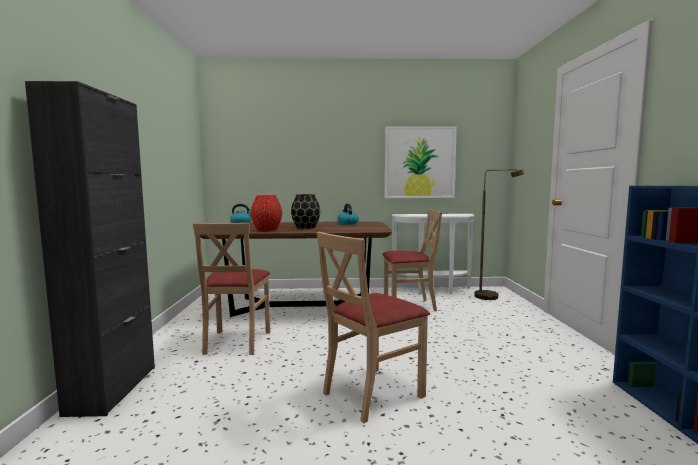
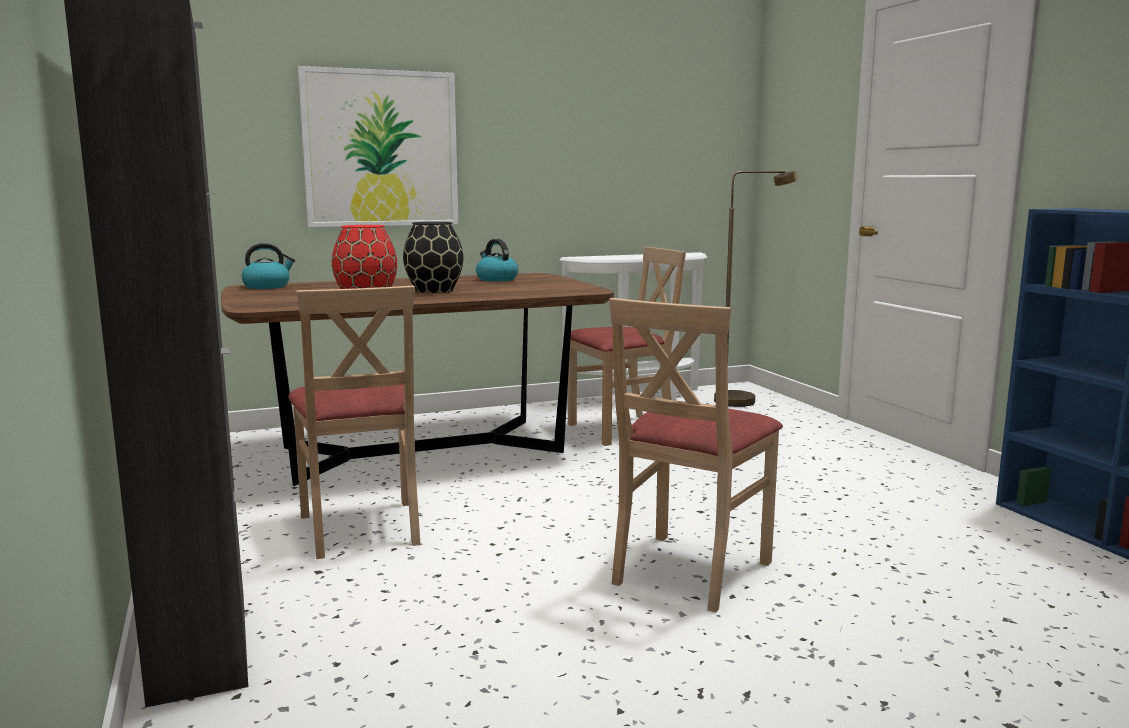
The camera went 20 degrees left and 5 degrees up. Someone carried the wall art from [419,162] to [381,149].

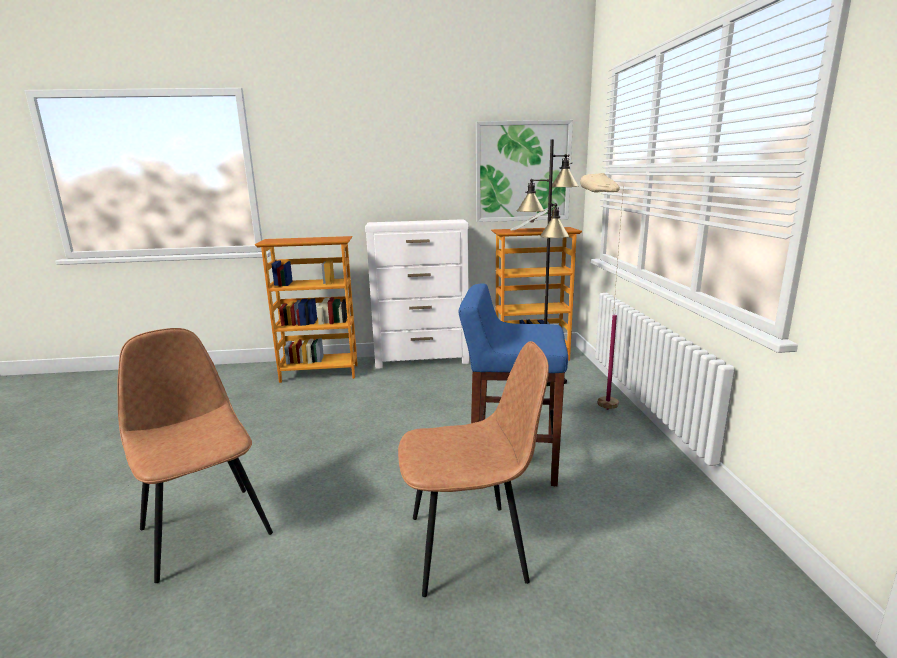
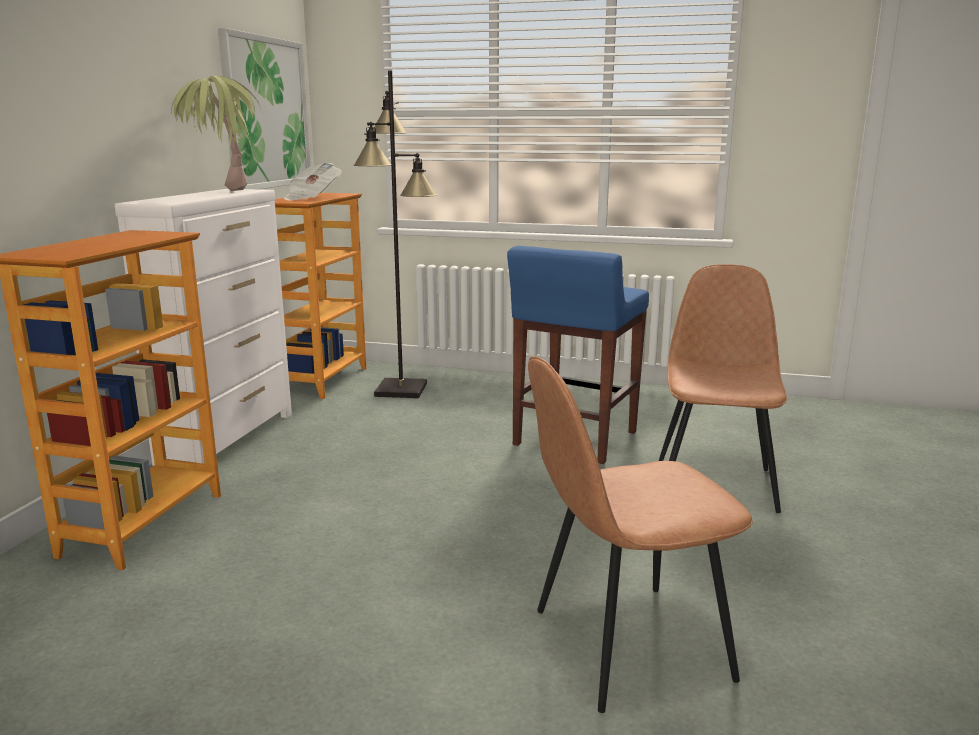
The camera went 70 degrees left and 0 degrees up. Someone put down the houseplant at [222,192]. Someone took away the beige-coloured standing lamp at [592,404].

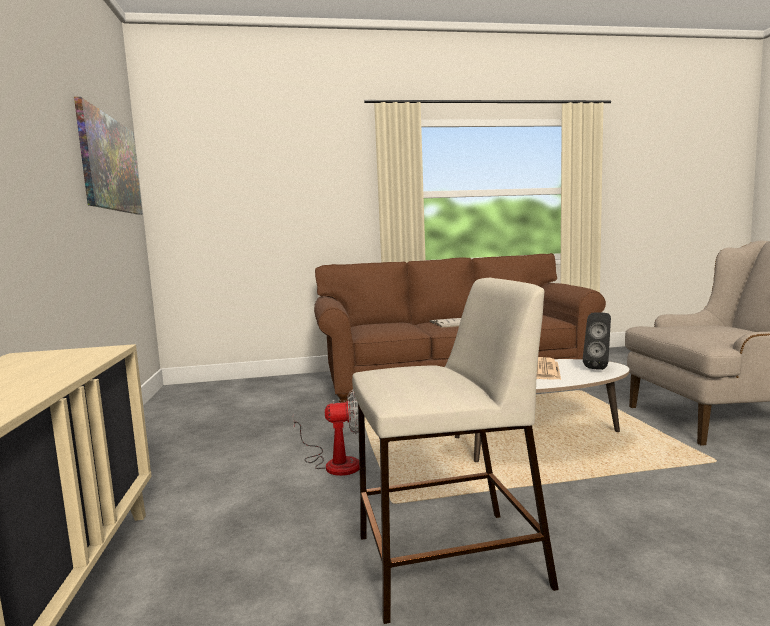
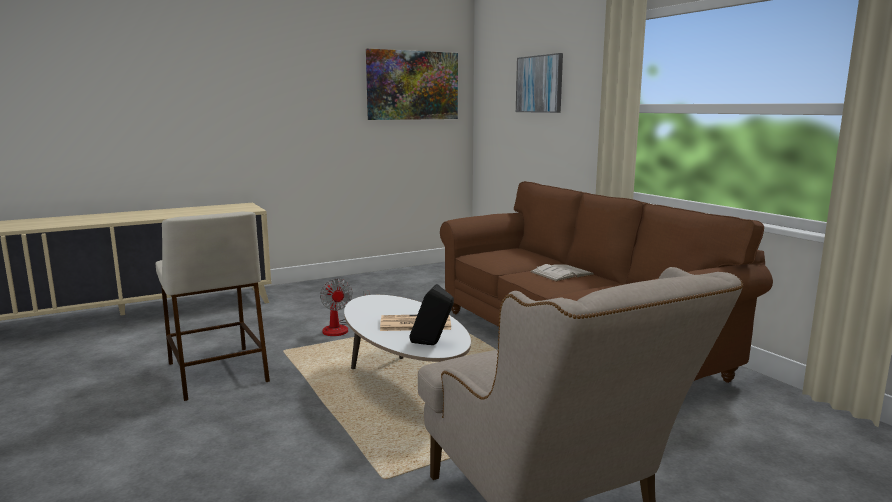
The camera went 70 degrees right and 5 degrees up. Someone put up the wall art at [539,84].

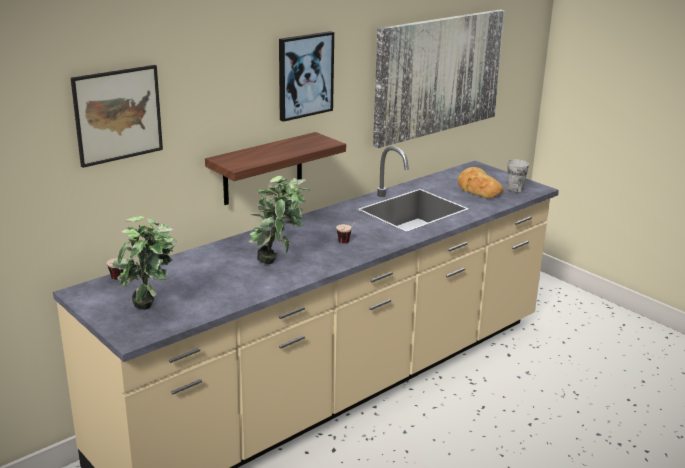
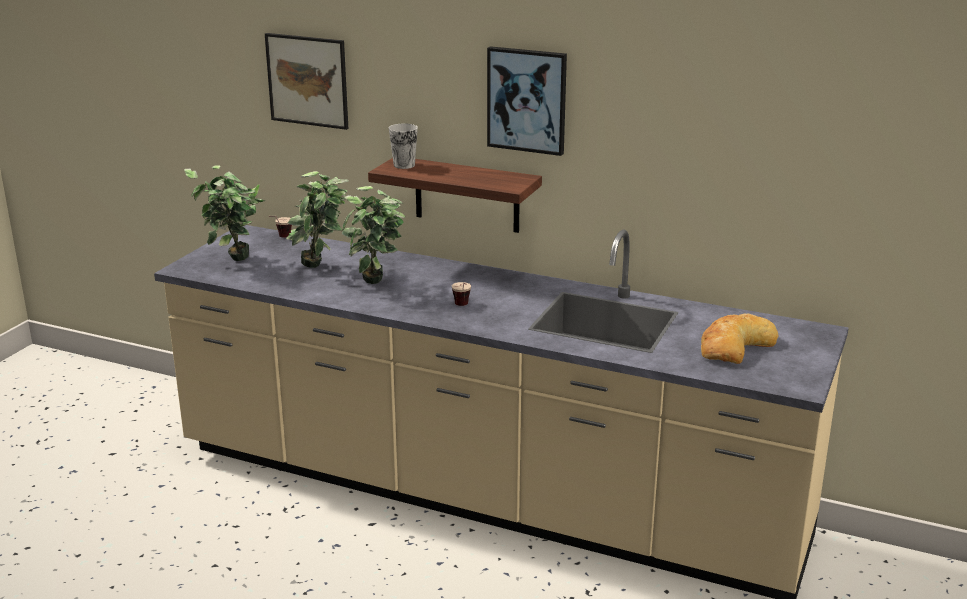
The camera went 65 degrees right and 0 degrees up. Someone put down the houseplant at [322,268]. Someone carried the drinking cup from [515,189] to [404,165]. Someone took away the wall art at [438,75].

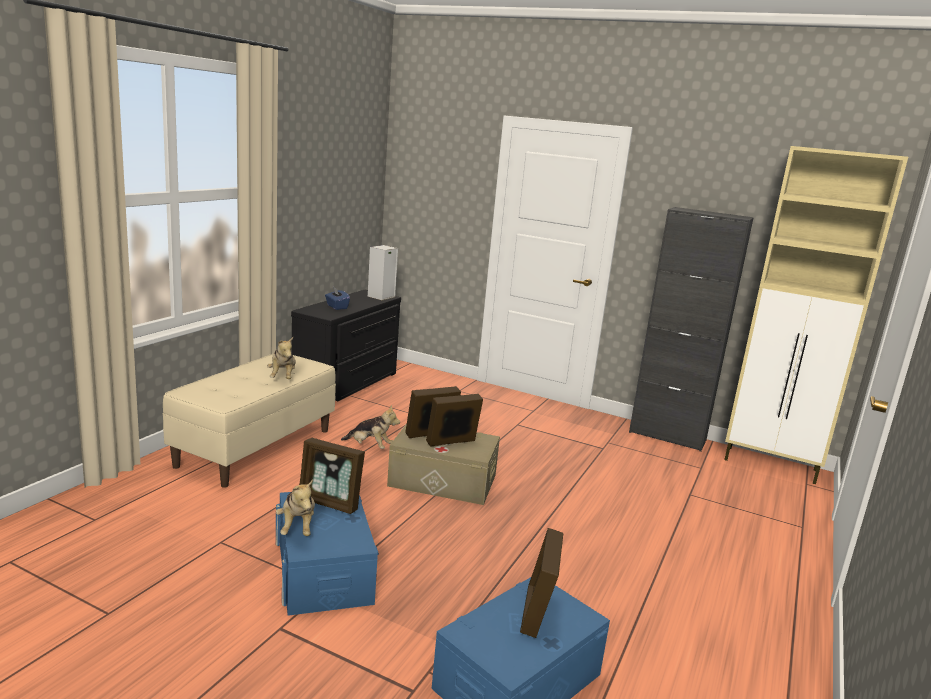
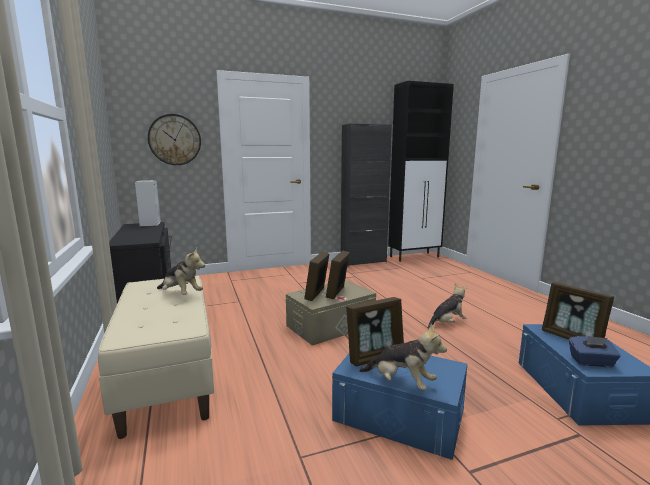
The camera went 45 degrees left and 5 degrees down. Someone put up the clock on the wall at [175,140]. Someone repainted the beige-coloured cabinet at [771,465], which became the black-coloured cabinet at [415,257]. Someone carried the soft toy from [370,446] to [447,323]. Someone carried the bluish tissue holder from [336,307] to [591,362].

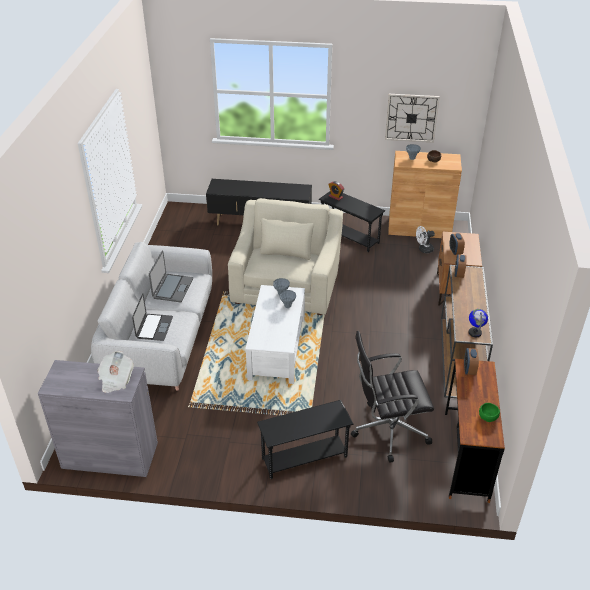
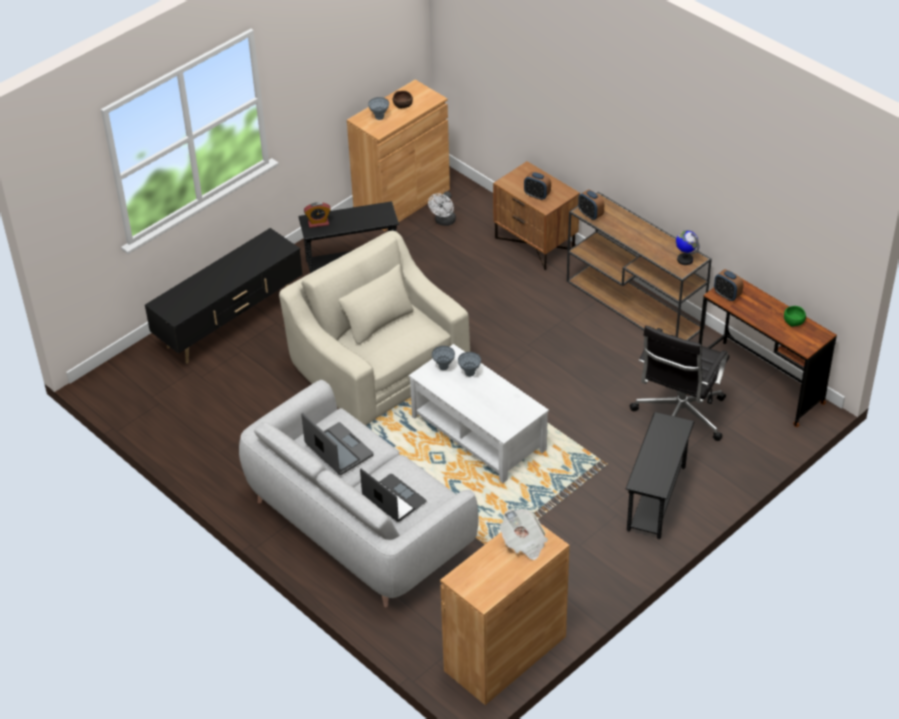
The camera went 50 degrees left and 5 degrees up. Someone repainted the greyish cabinet at [110,455], which became the brownish cabinet at [505,653]. Someone took away the clock on the wall at [411,118].

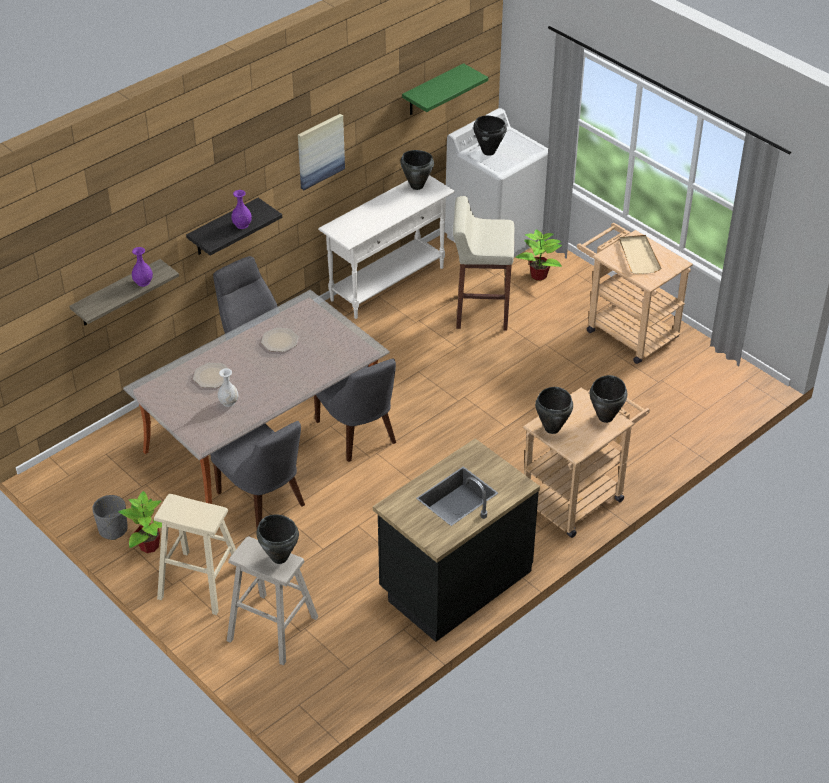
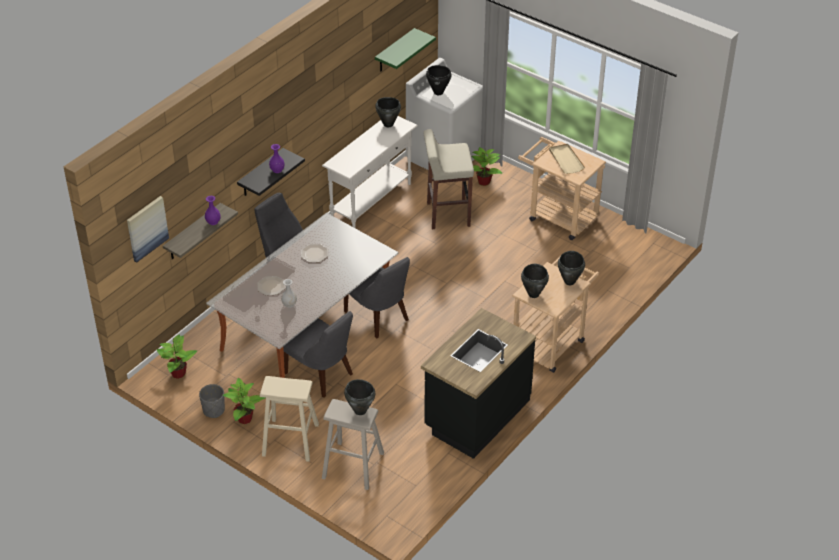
The camera went 10 degrees left and 0 degrees up. Someone carried the wall art from [320,151] to [147,228]. Someone put down the houseplant at [178,373].

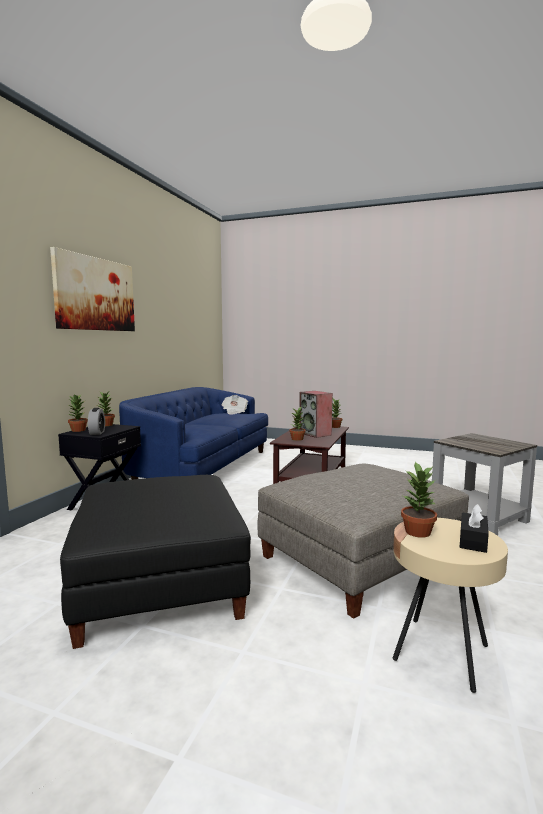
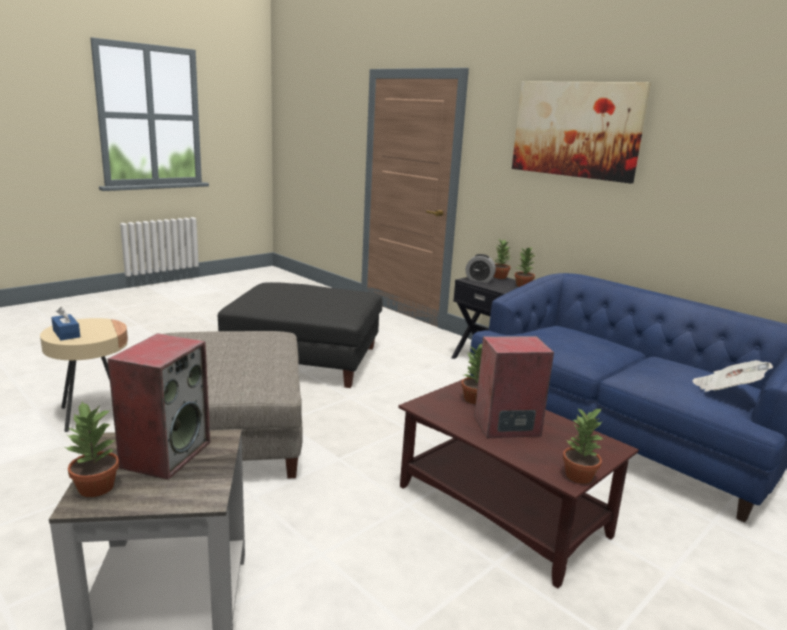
The camera went 115 degrees right and 10 degrees up. Someone repainted the black-coloured tissue holder at [473,540], which became the bluish tissue holder at [66,334]. Someone carried the houseplant from [418,532] to [96,488]. Someone put down the speaker at [166,454].

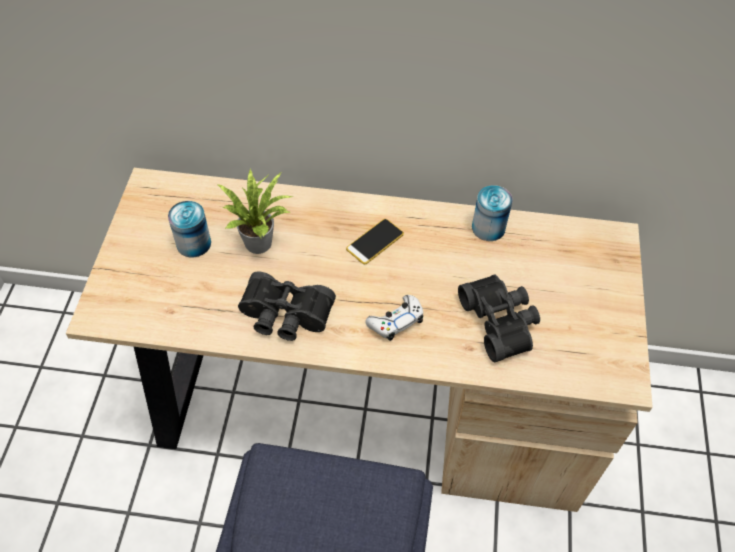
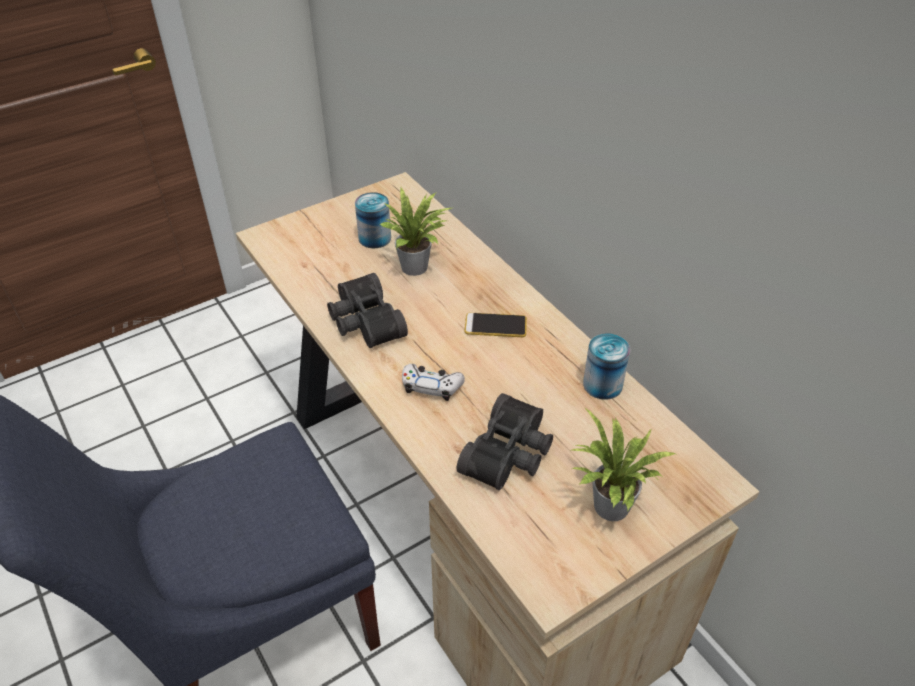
The camera went 50 degrees right and 10 degrees down. Someone put down the houseplant at [608,509].

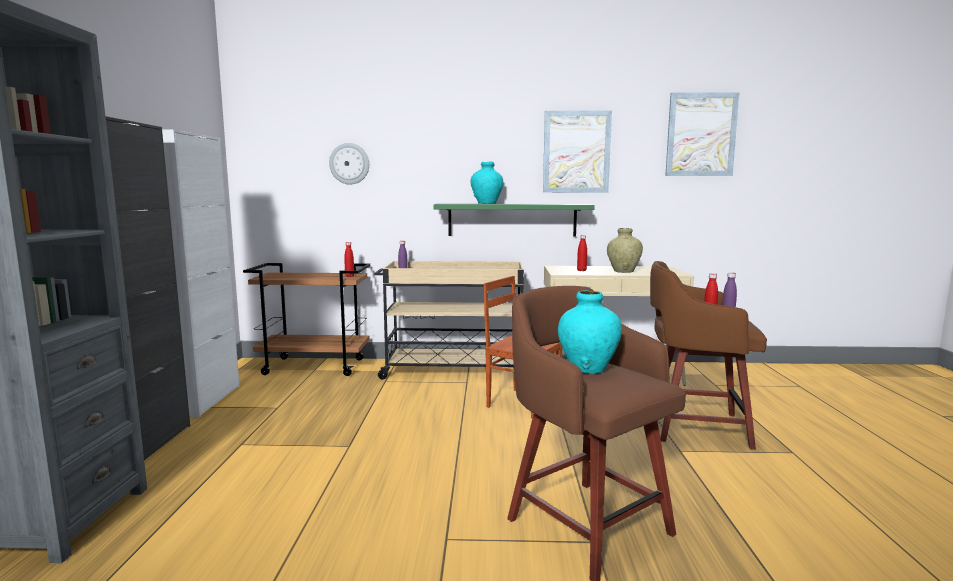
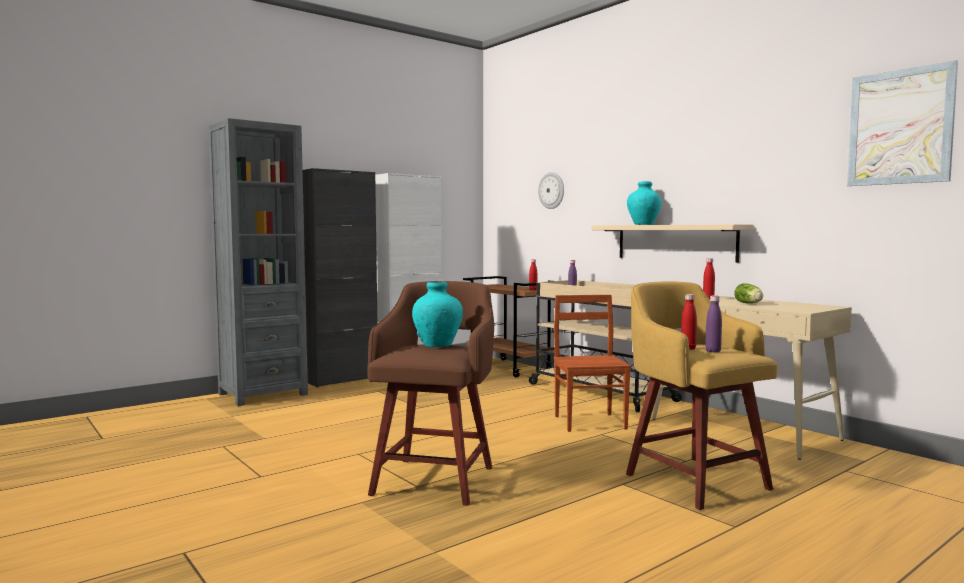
The camera went 50 degrees right and 5 degrees down. Someone repainted the green-coloured bracket shelf at [512,220], which became the beige-coloured bracket shelf at [675,242]. Someone repainted the brownish stool at [694,426], which became the yellow stool at [694,480]. Someone swapped the beige-coloured flower vase at [623,271] for the lettuce head at [749,303]. Someone took away the wall art at [576,152].

